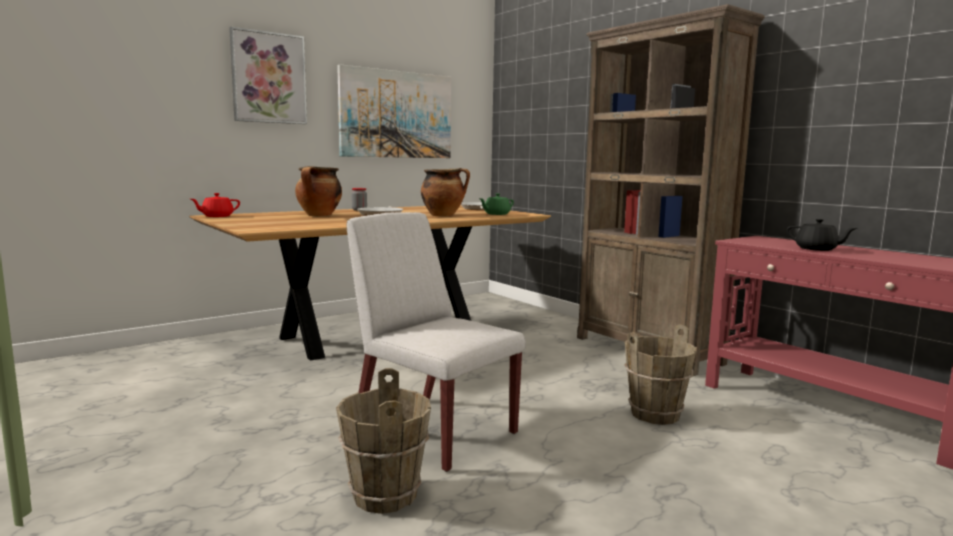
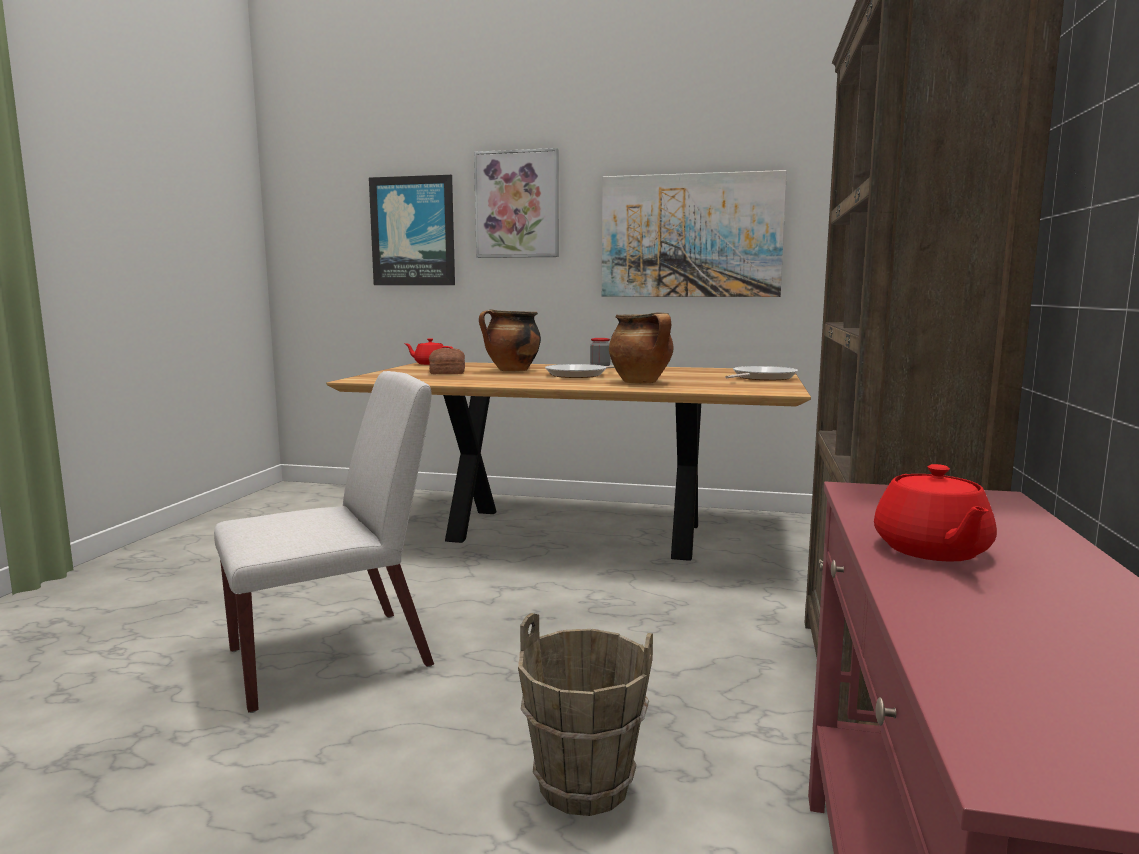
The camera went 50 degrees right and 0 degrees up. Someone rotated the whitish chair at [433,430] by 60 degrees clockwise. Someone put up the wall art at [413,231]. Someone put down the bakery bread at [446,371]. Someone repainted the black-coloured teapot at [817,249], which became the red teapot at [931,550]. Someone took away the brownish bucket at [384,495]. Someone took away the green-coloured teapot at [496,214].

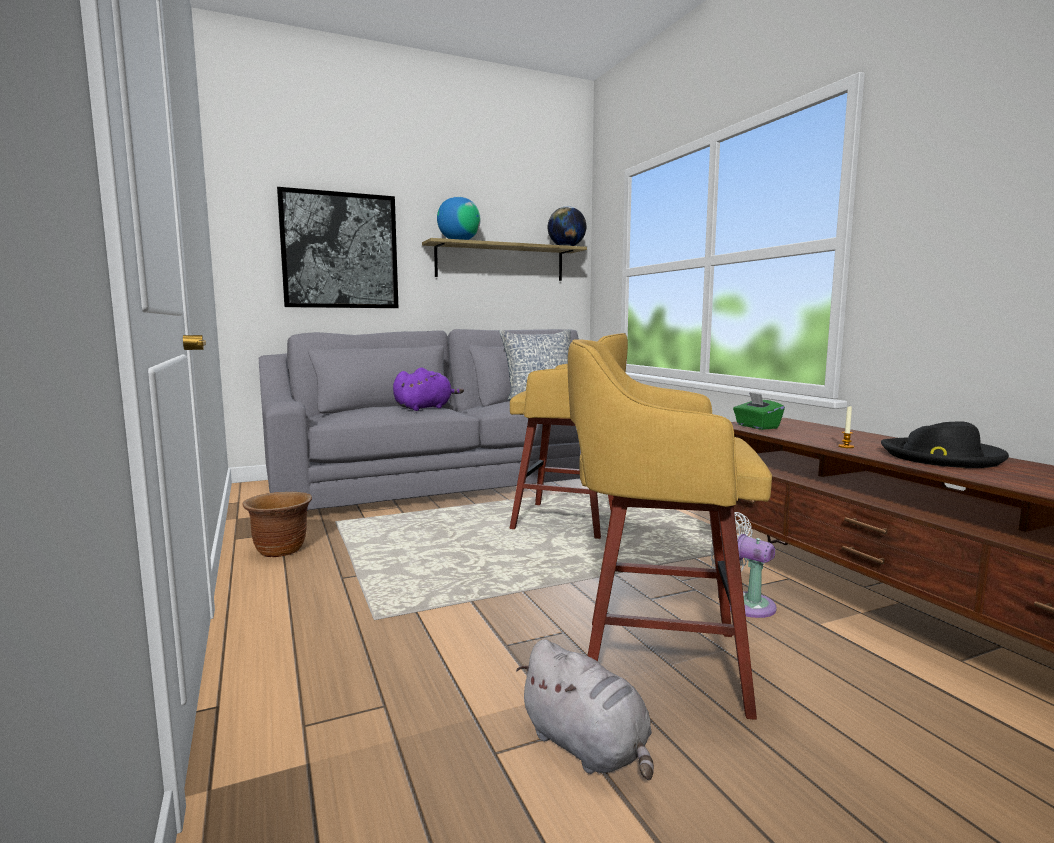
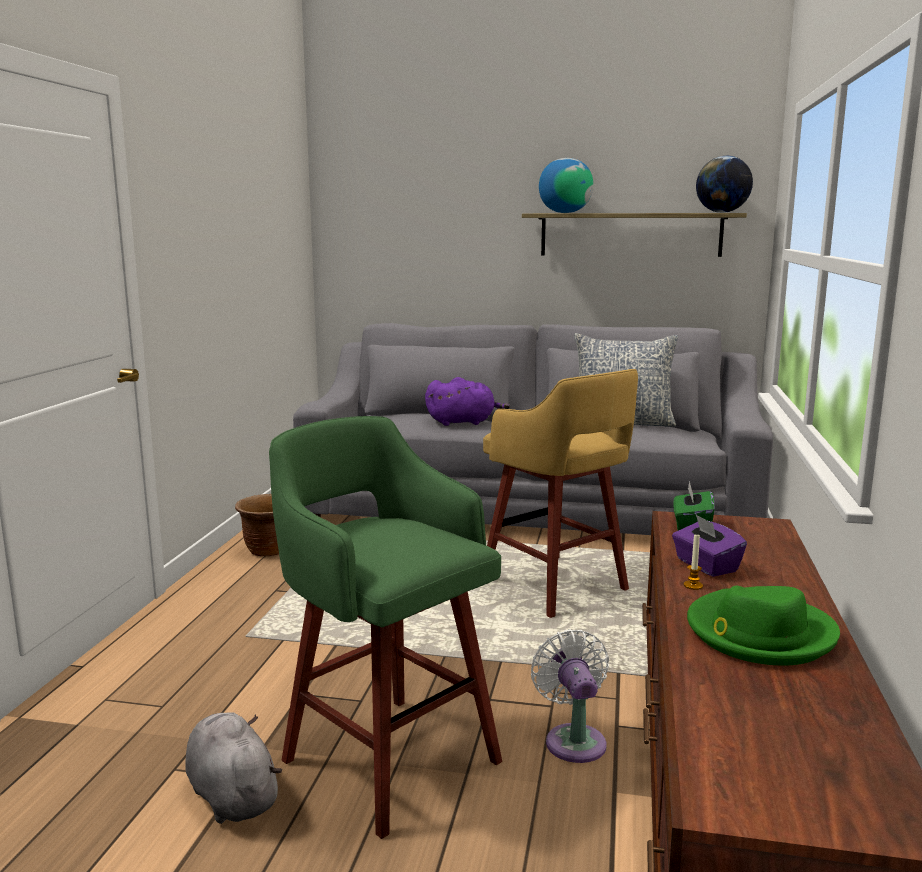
The camera went 35 degrees right and 5 degrees up. Someone rotated the greyish soft toy at [587,747] by 150 degrees clockwise. Someone repainted the yellow stool at [655,662], which became the green-coloured stool at [387,757]. Someone put down the purple tissue holder at [706,566]. Someone repainted the black-coloured hat at [941,457], which became the green-coloured hat at [758,633]. Someone took away the wall art at [340,251].

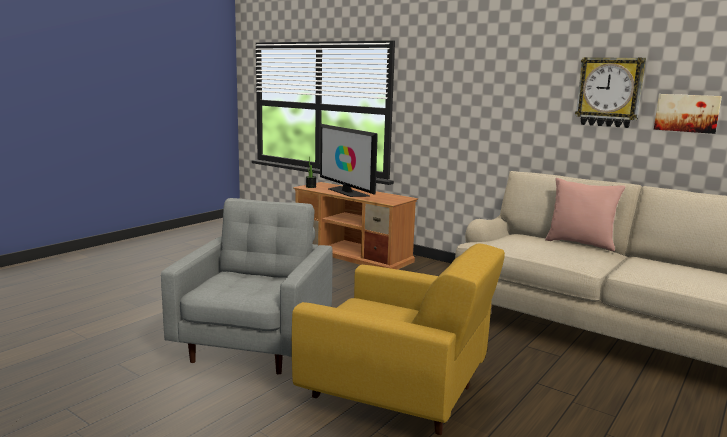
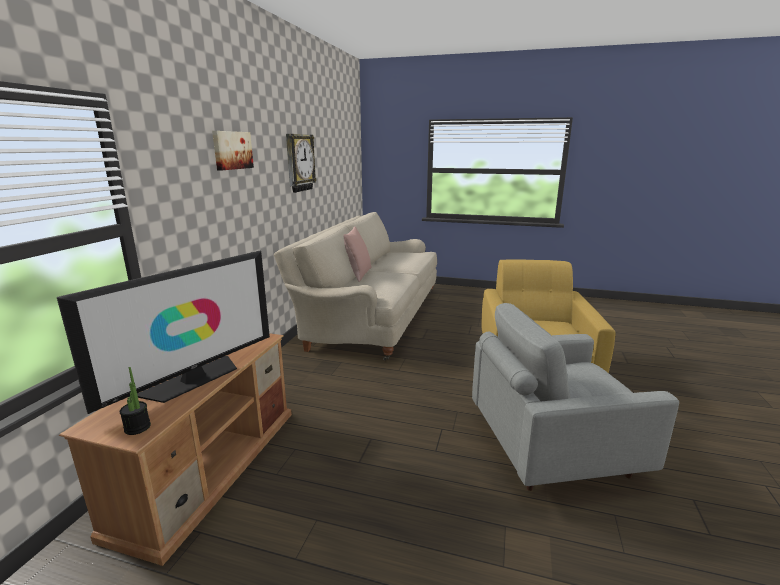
The camera went 110 degrees left and 5 degrees up. Someone carried the wall art from [687,113] to [232,150].

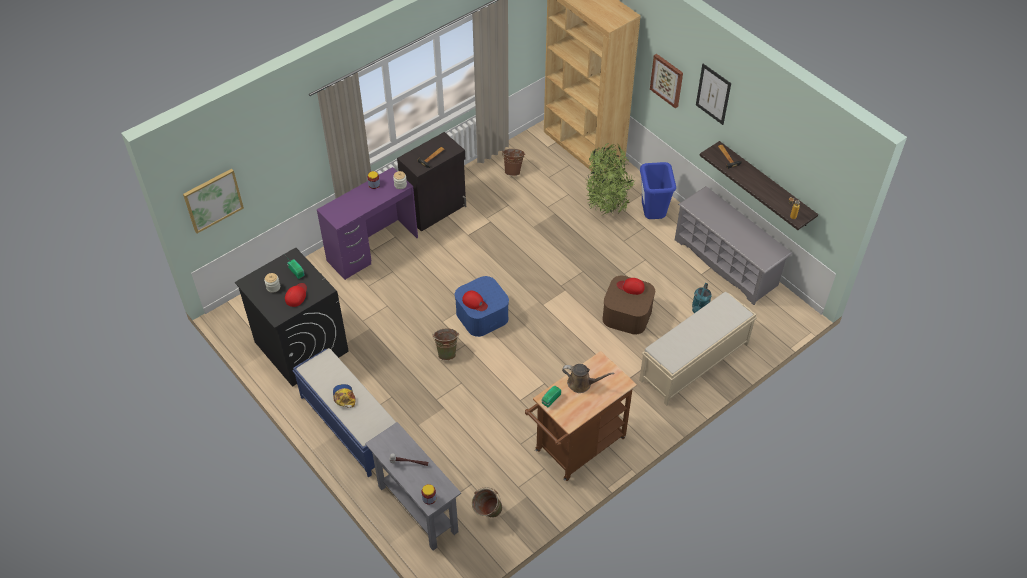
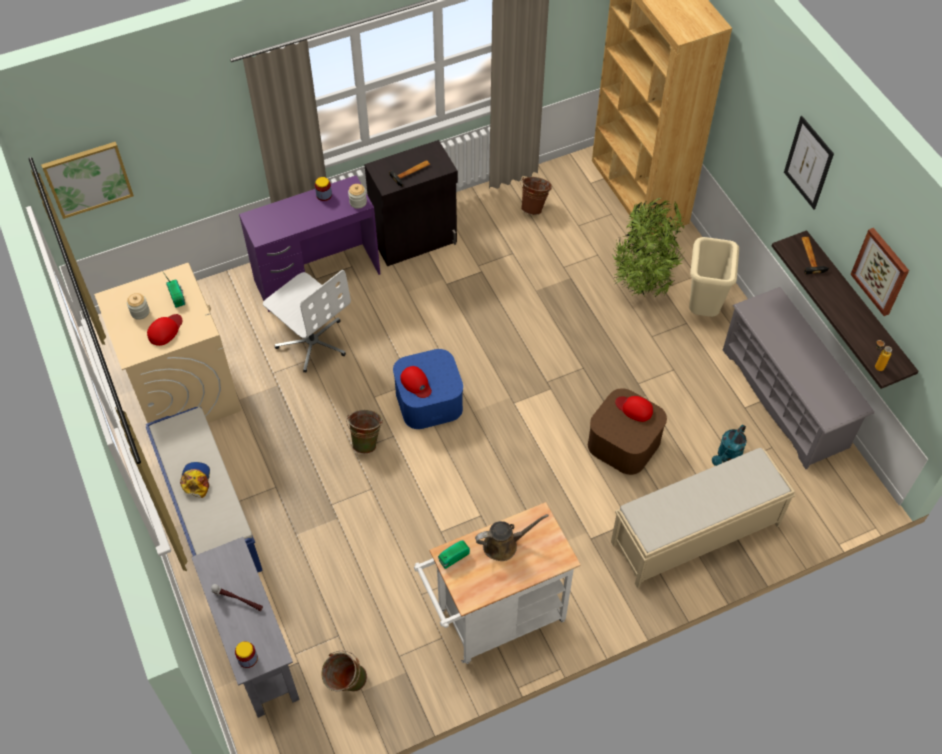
The camera went 15 degrees right and 5 degrees up. Someone repainted the black-coloured laundry appliance at [300,346], which became the beige-coloured laundry appliance at [183,390]. Someone put down the whitish office chair at [312,342]. Someone repainted the brownish wheeled cart at [576,448], which became the whitish wheeled cart at [494,619]. Someone rotated the brownish watering can at [582,383] by 45 degrees counterclockwise. Someone repainted the bluish trash can at [652,216], which became the beige-coloured trash can at [702,309]. Someone carried the wall art from [667,80] to [881,271].

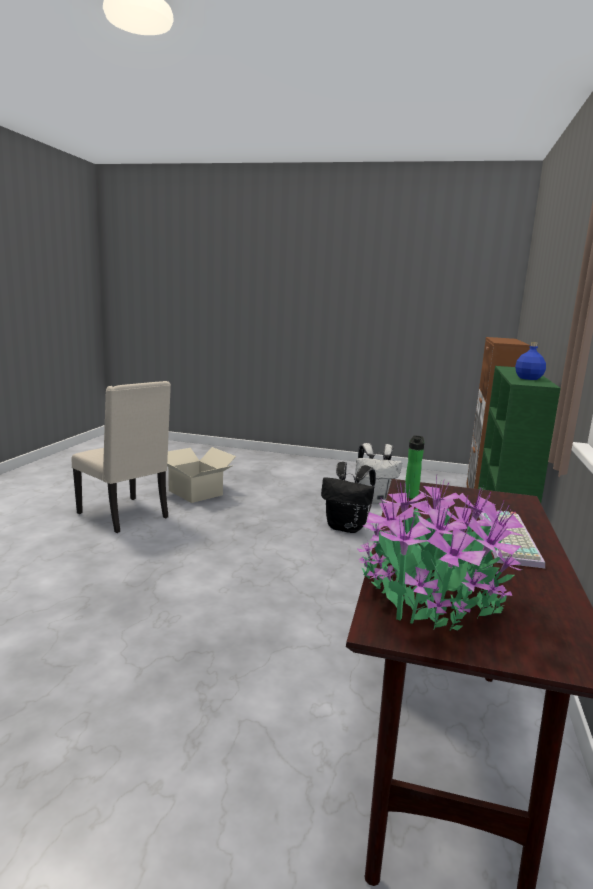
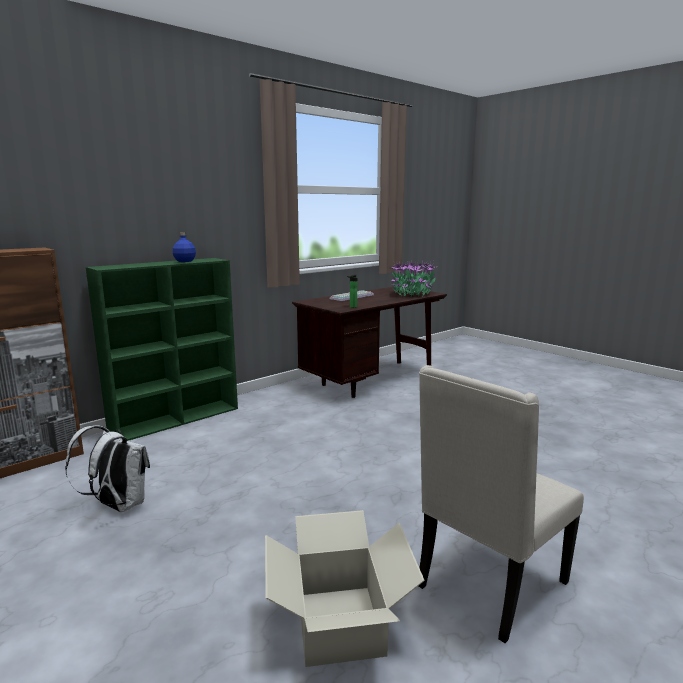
The camera went 145 degrees left and 0 degrees up. Someone rotated the beige-coloured chair at [125,515] by 120 degrees counterclockwise. Someone took away the black-coloured rucksack at [347,527].

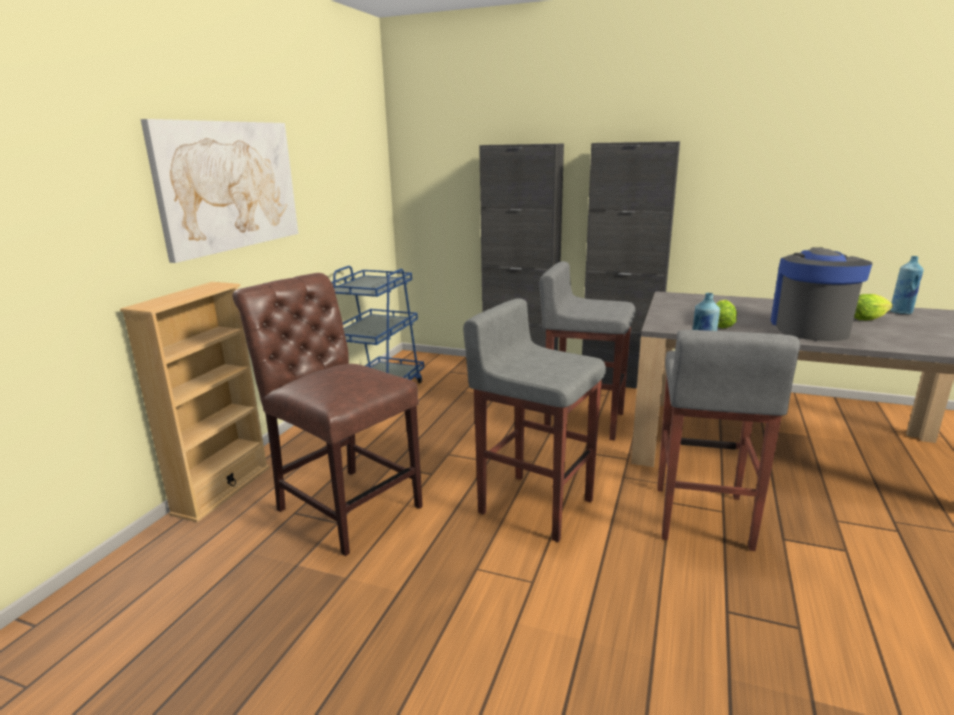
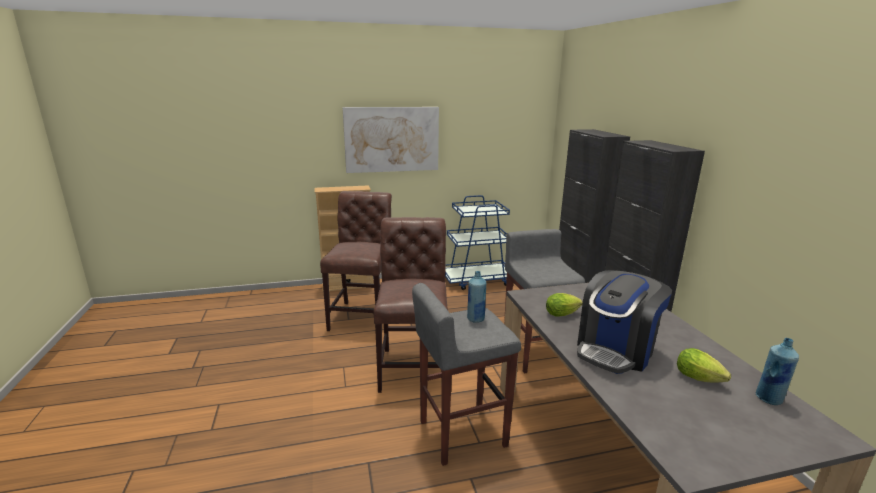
The camera went 55 degrees right and 0 degrees up. Someone swapped the greyish stool at [535,505] for the brownish chair at [413,366]. Someone rotated the coffee maker at [809,327] by 150 degrees clockwise.

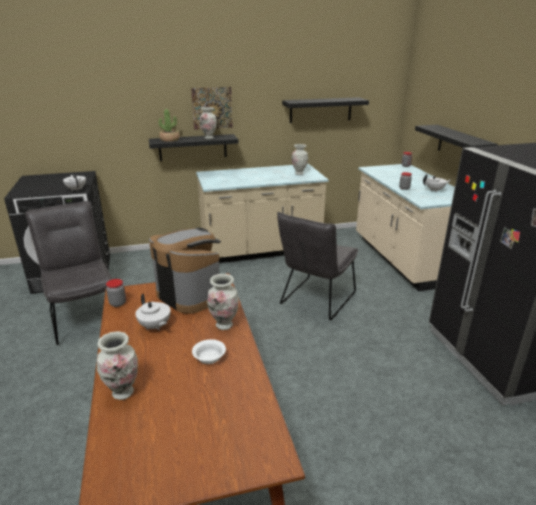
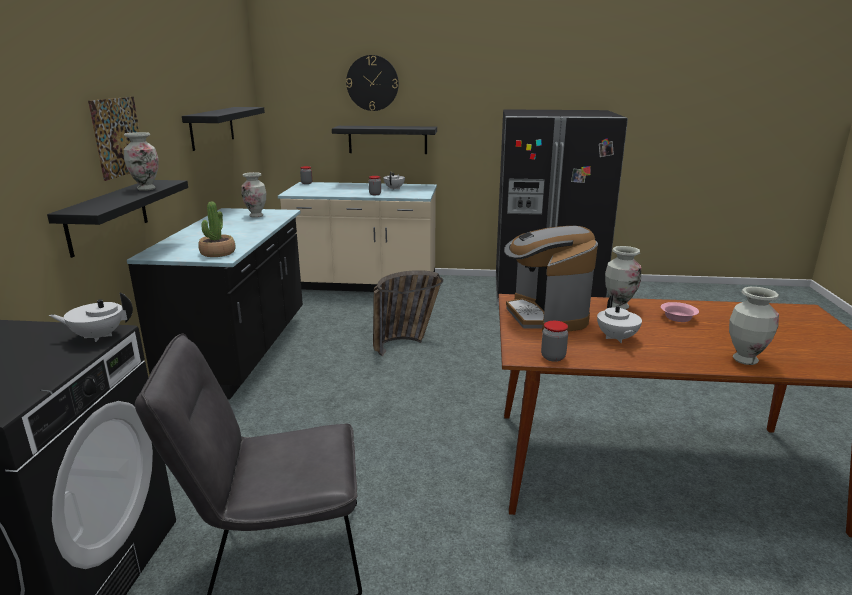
The camera went 70 degrees left and 5 degrees down. Someone repainted the beige-coloured counter at [261,250], which became the black-coloured counter at [241,351]. Someone carried the houseplant from [170,139] to [217,253]. Someone put up the clock on the wall at [372,83]. Someone swapped the greyish chair at [315,300] for the basket at [405,343]. Someone rotated the coffee maker at [190,294] by 75 degrees counterclockwise. Someone rotated the whitish teapot at [155,326] by 105 degrees clockwise. Someone repainted the whitish serving bowl at [209,357], which became the pink serving bowl at [677,318].

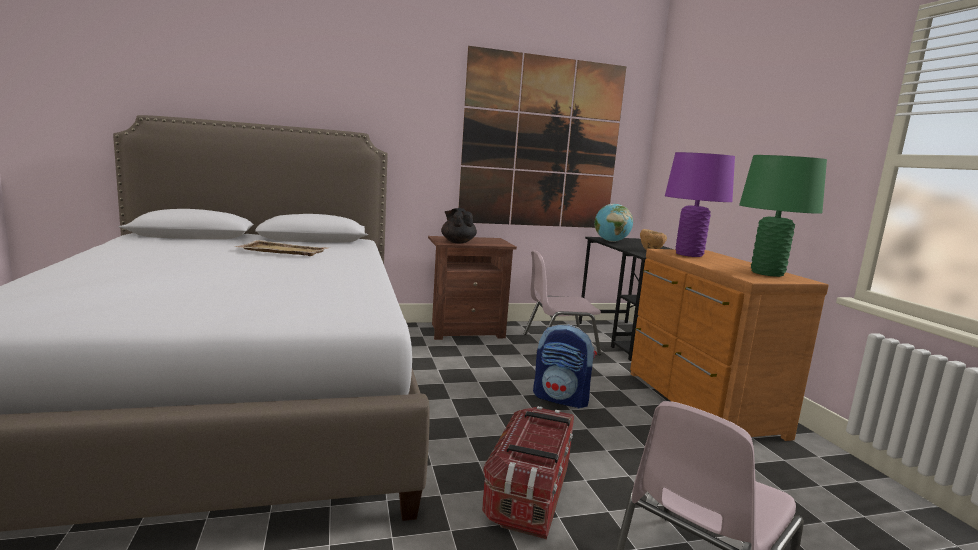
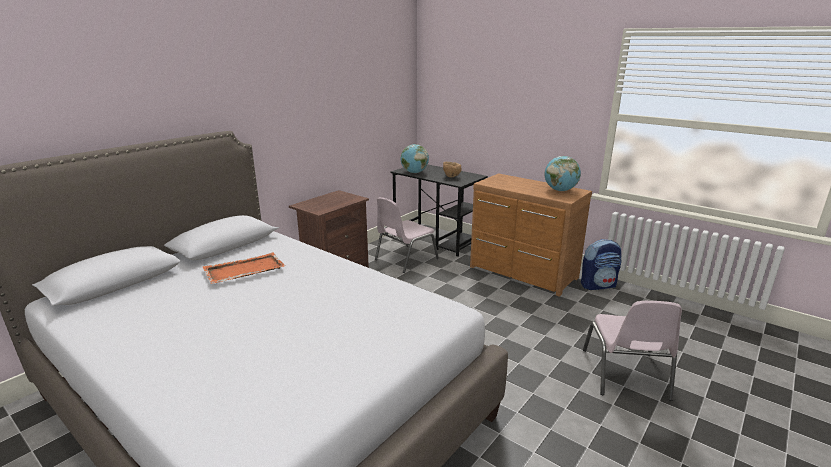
The camera went 35 degrees left and 10 degrees up. Someone repainted the beige-coloured serving tray at [283,251], which became the orange serving tray at [243,270]. Someone swapped the green-coloured tabletop lamp at [767,273] for the desk globe at [560,190]. Someone carried the rucksack from [562,399] to [598,285]. Someone took away the black-coloured teapot at [457,242]. Someone took away the wall art at [542,143]. Someone took away the storage box at [529,492]. Someone took away the purple tabletop lamp at [689,254].

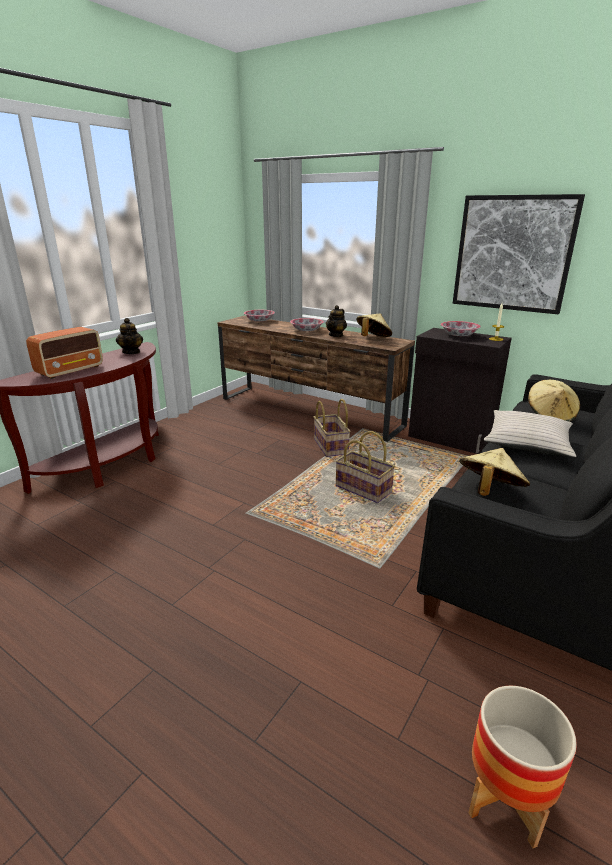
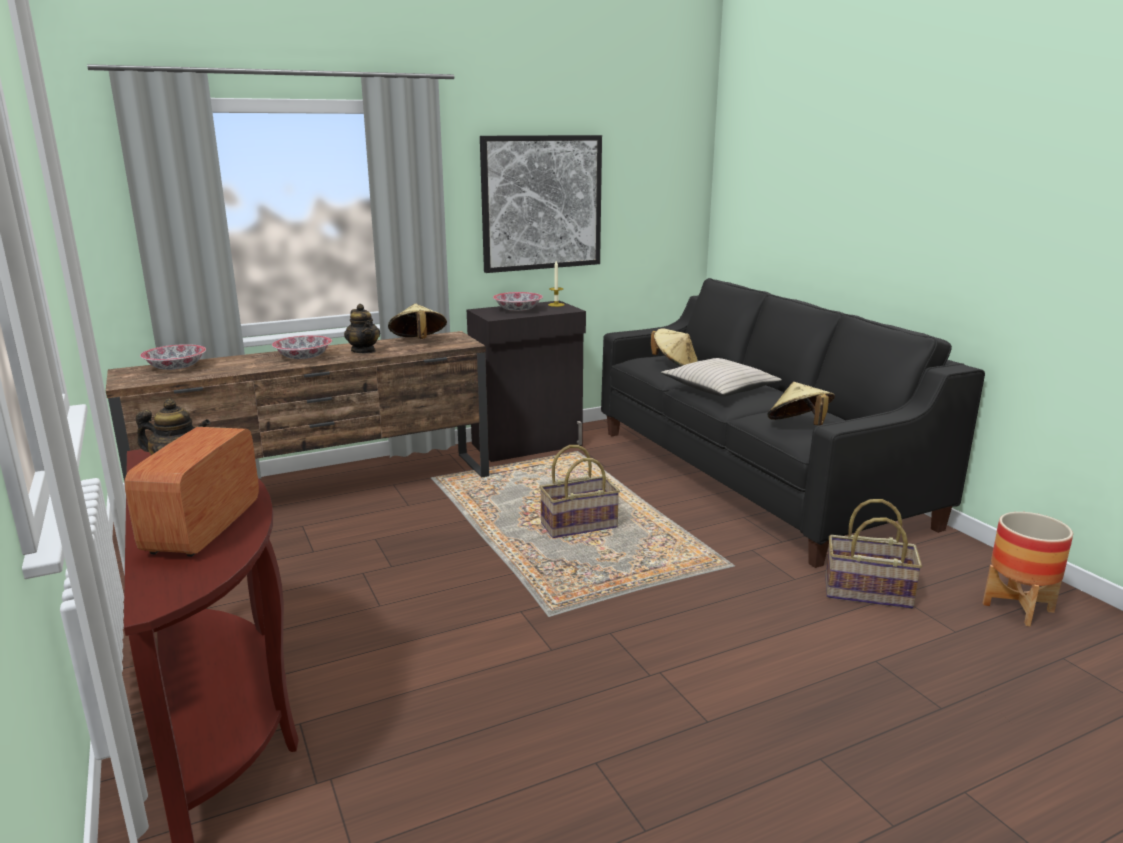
The camera went 60 degrees left and 5 degrees down. Someone rotated the radio receiver at [71,370] by 150 degrees counterclockwise. Someone carried the basket from [330,446] to [867,593].

